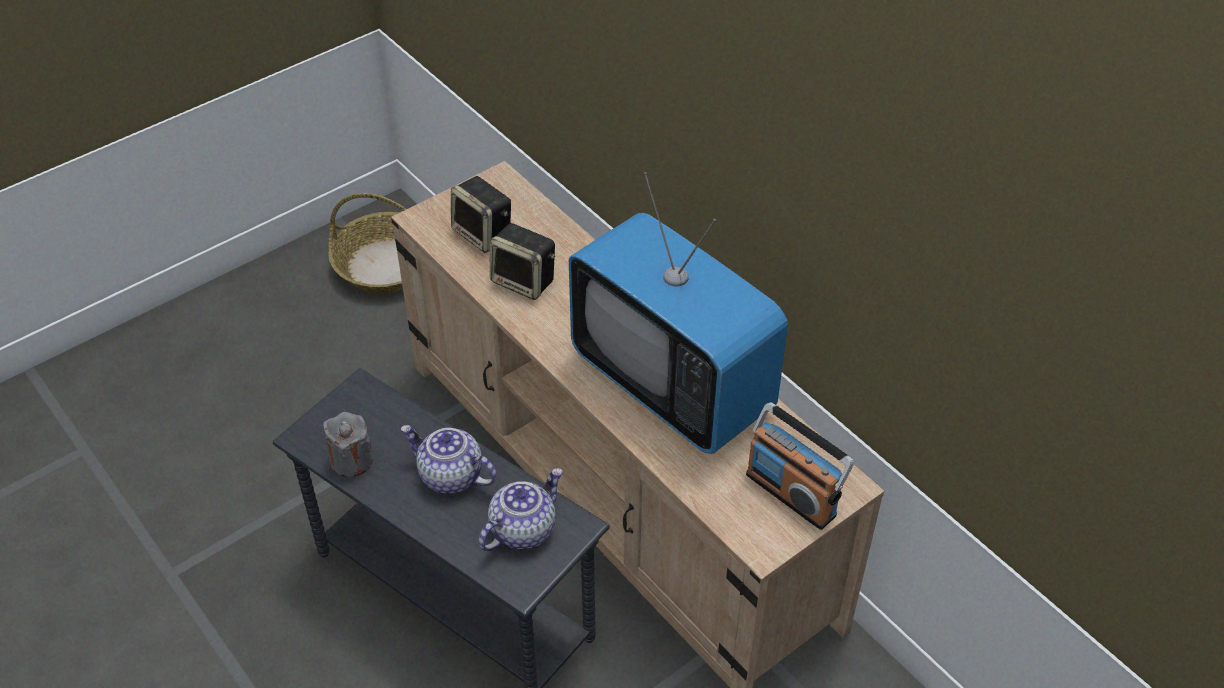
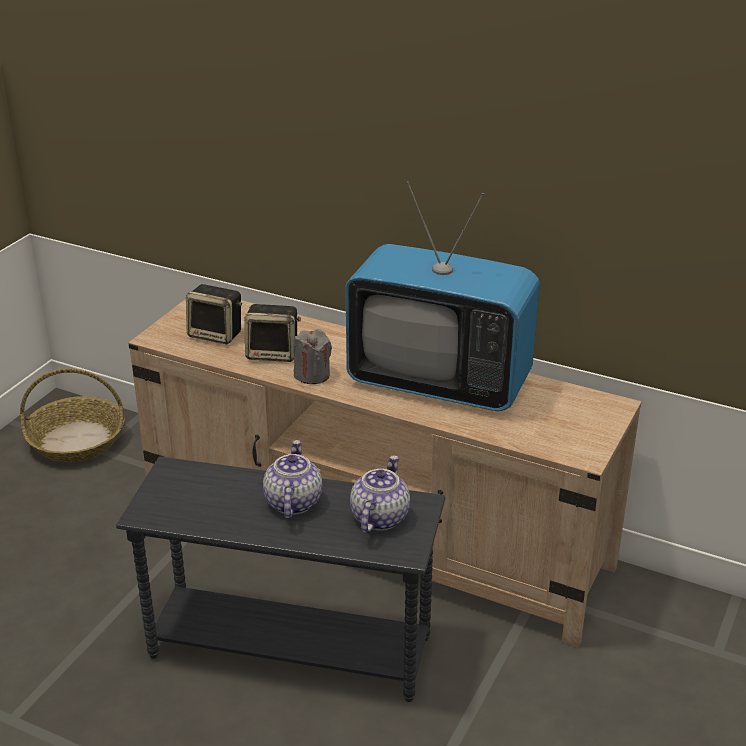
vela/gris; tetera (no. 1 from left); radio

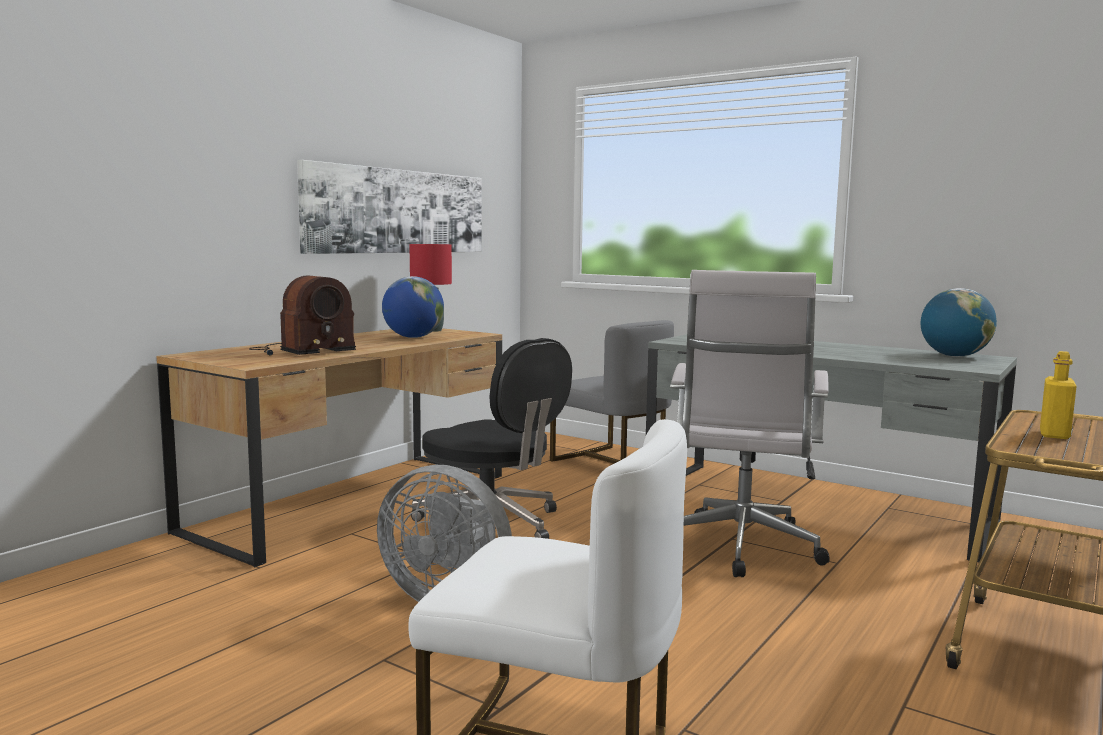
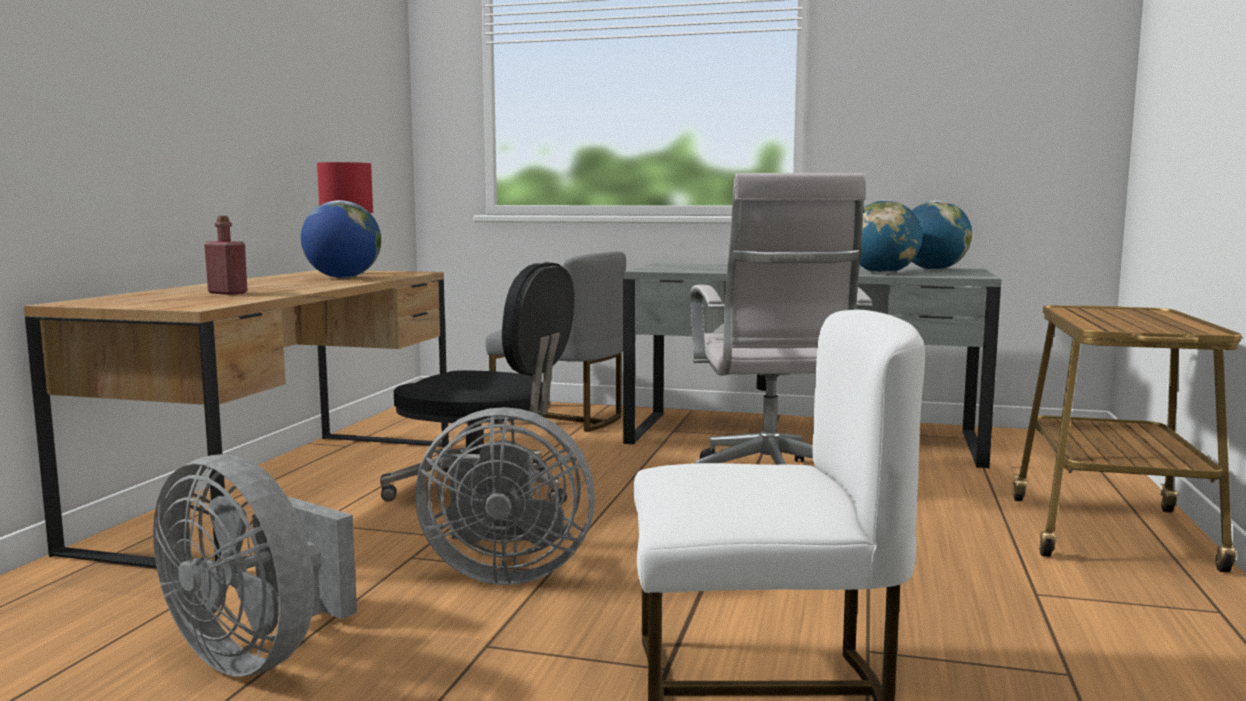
botella/rojo; cuadro; botella/amarillo; ventilador/gris (no. 1 from left); globo terráqueo (no. 2 from left)

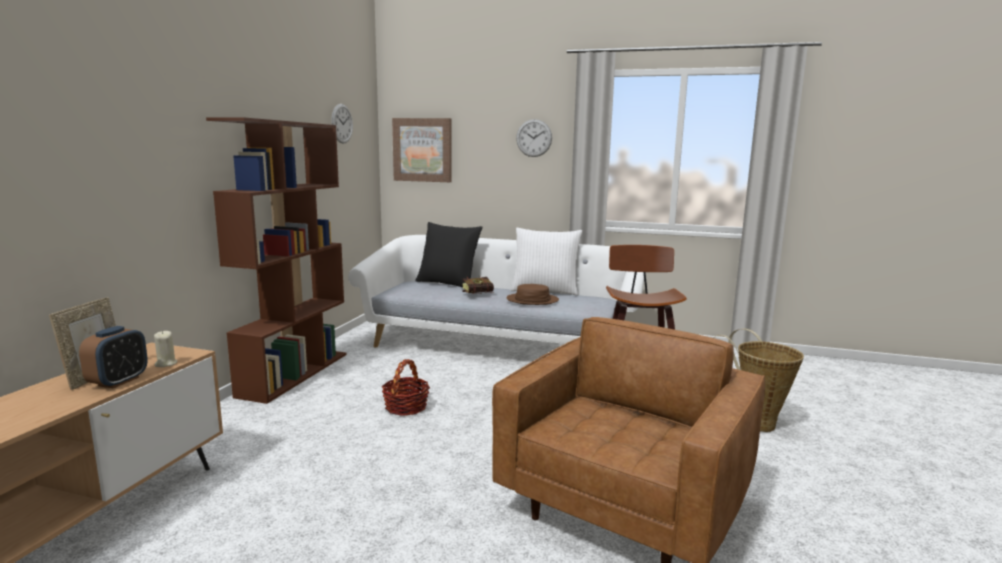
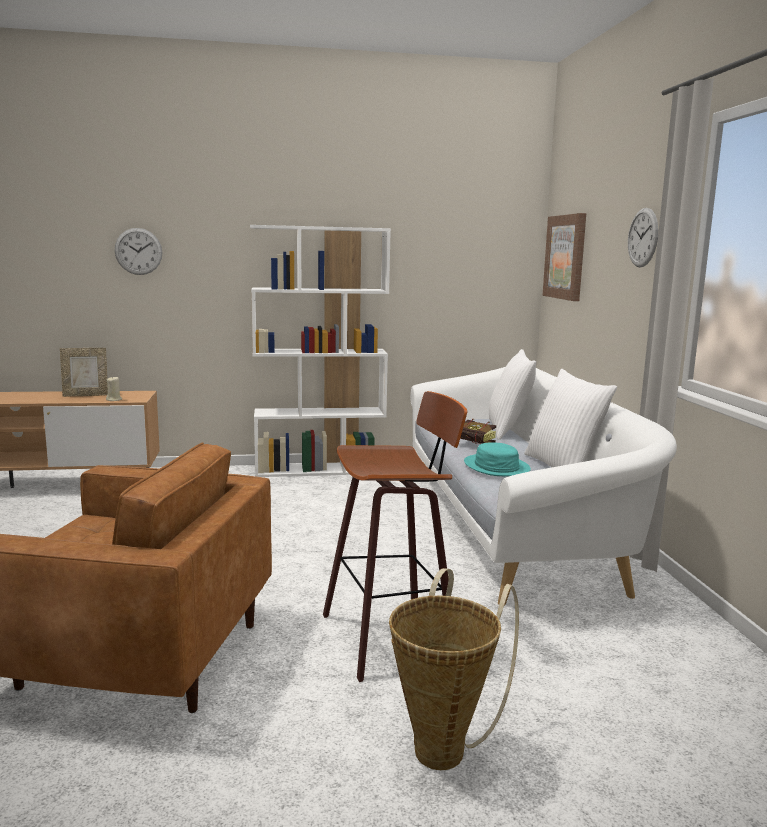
despertador; estantería/blanco; reloj de pared (no. 1 from left); cesta (no. 1 from left in the first image); cojín/blanco (no. 1 from left); sombrero/turquesa

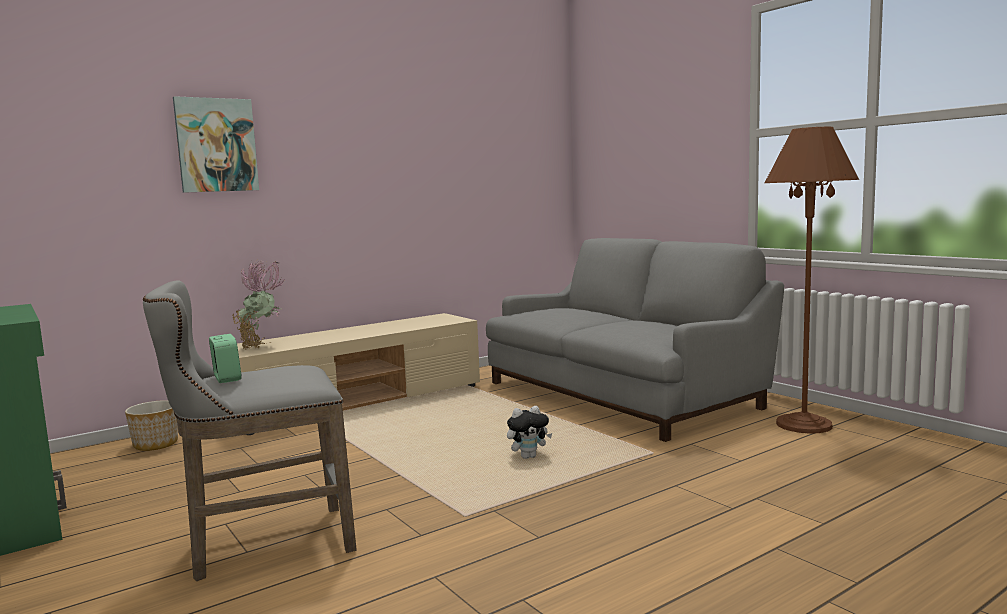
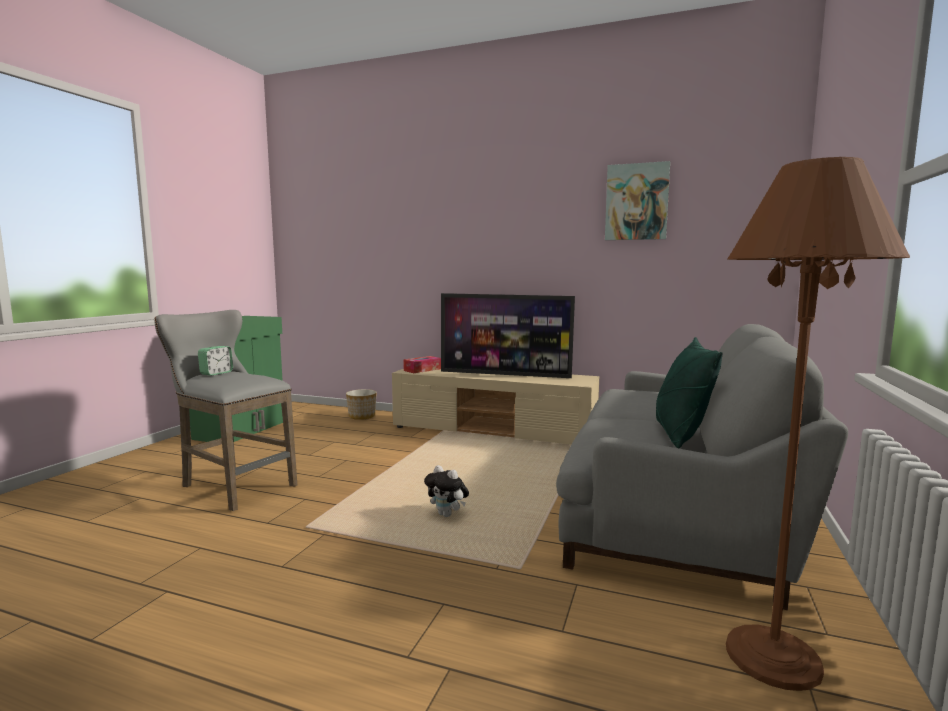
cuadro; caja de pañuelos; televisor; cojín/verde

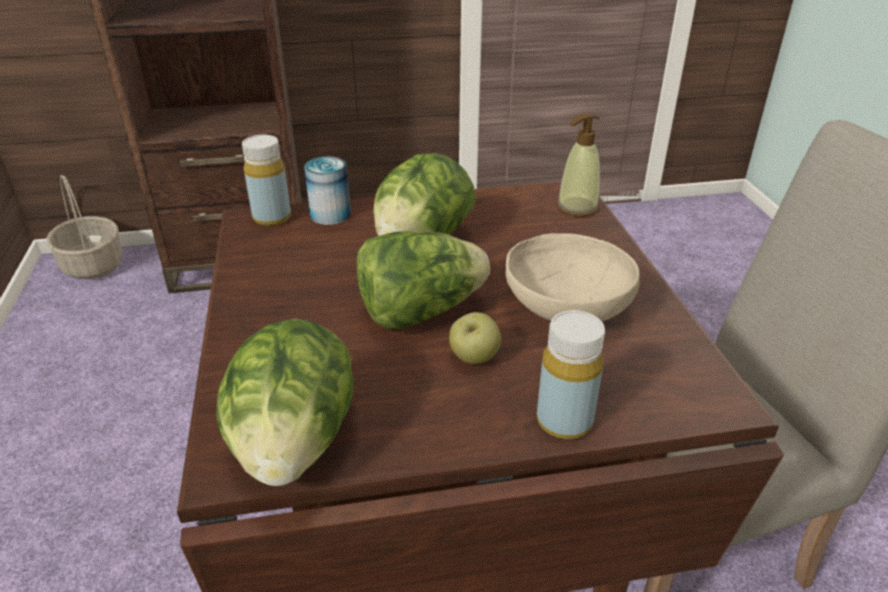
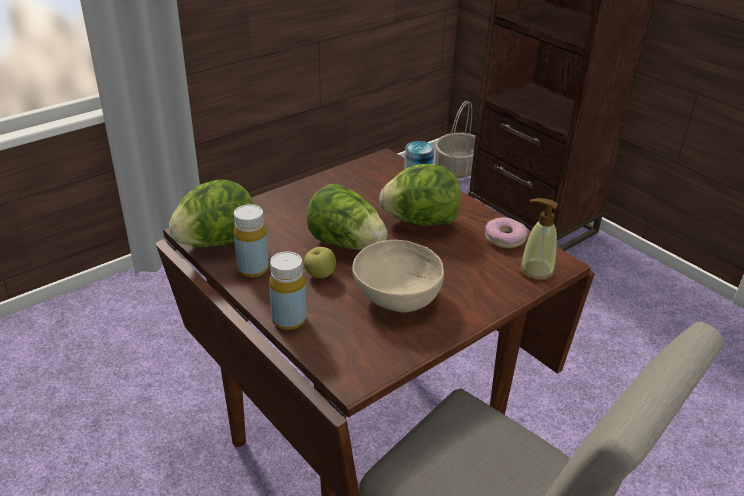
botella/amarillo (no. 1 from left); rosquilla

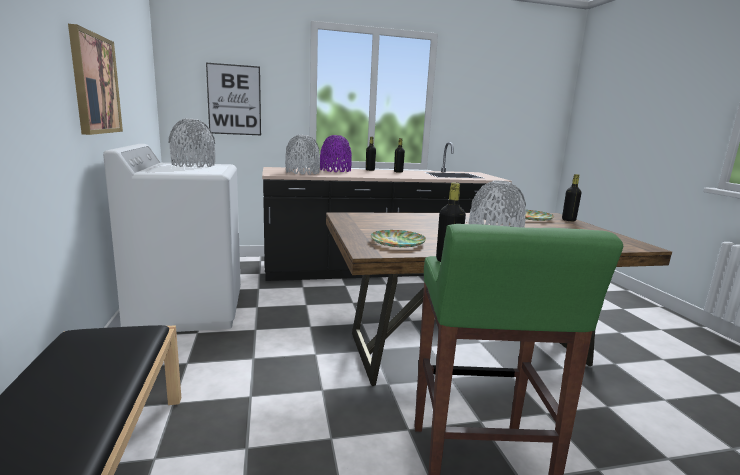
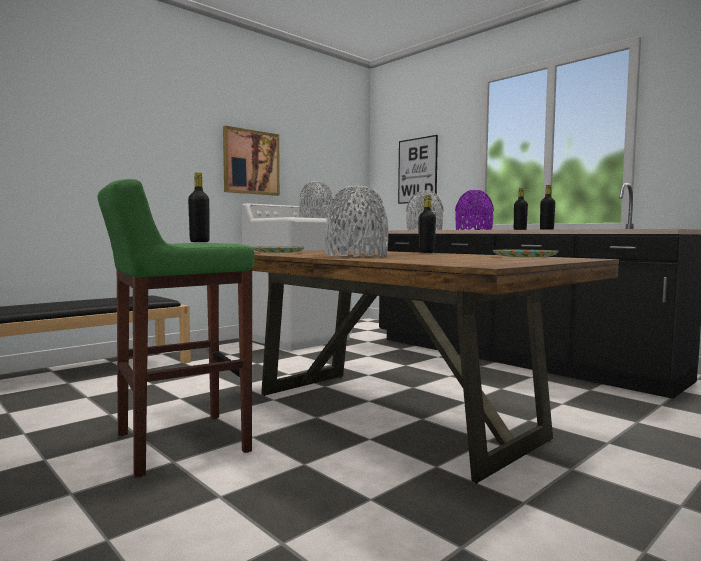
botella/negro (no. 2 from left)

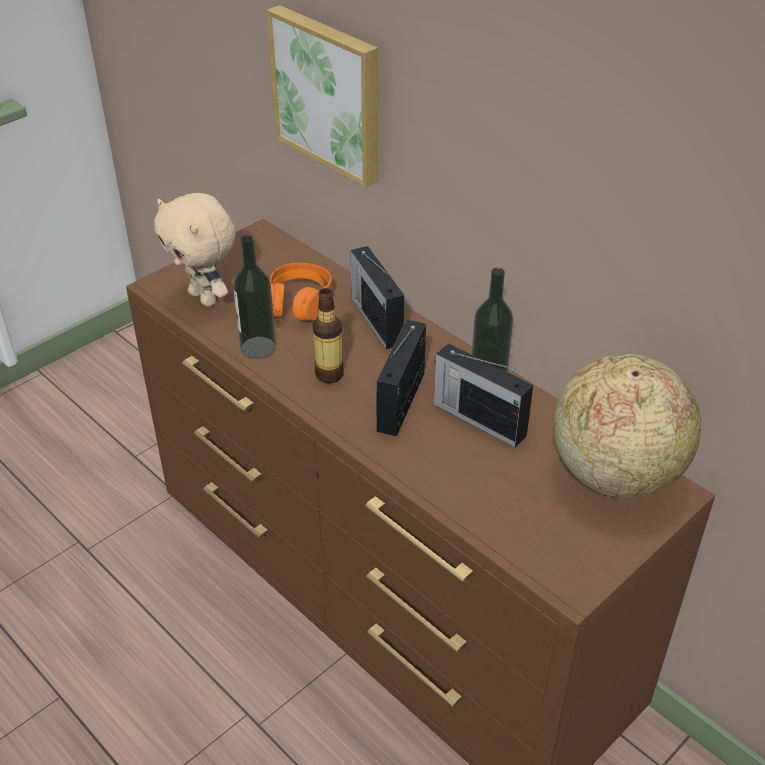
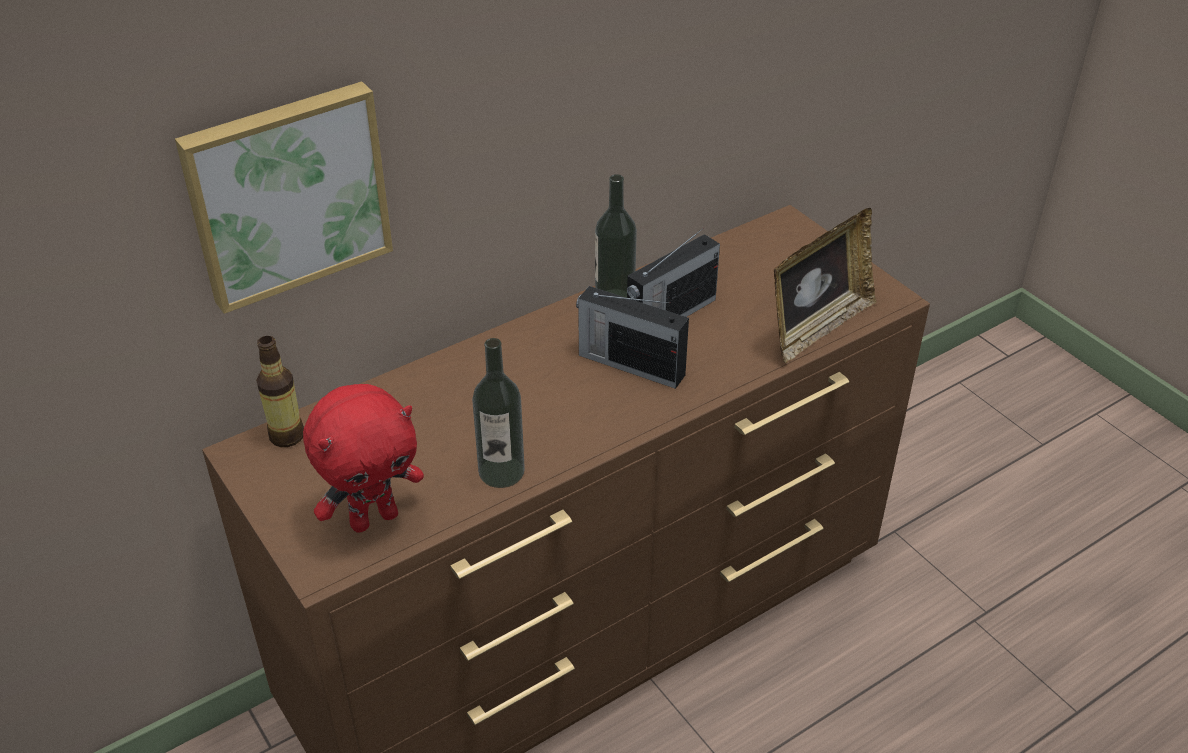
peluche/rojo; auriculares/naranja; botella (no. 1 from left); radio (no. 1 from left in the first image); globo terráqueo; portarretratos

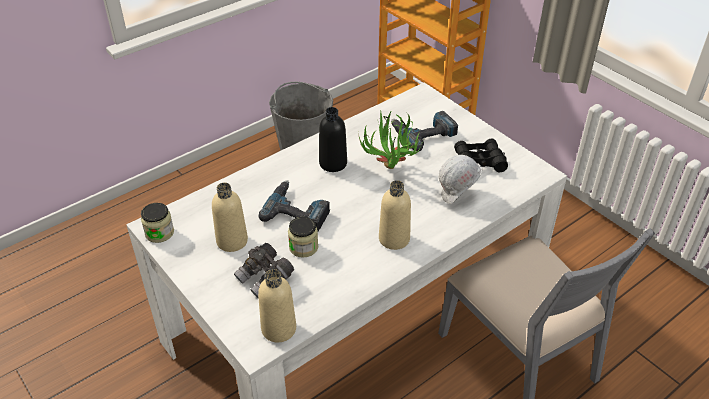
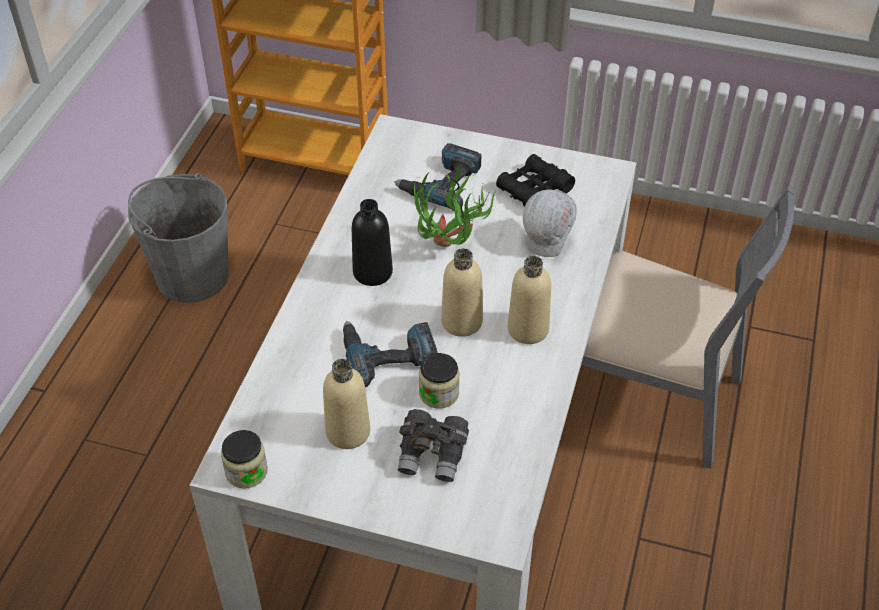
botella/beis (no. 2 from left)

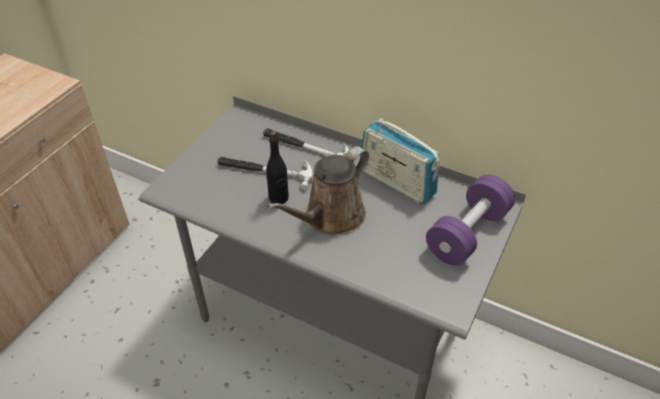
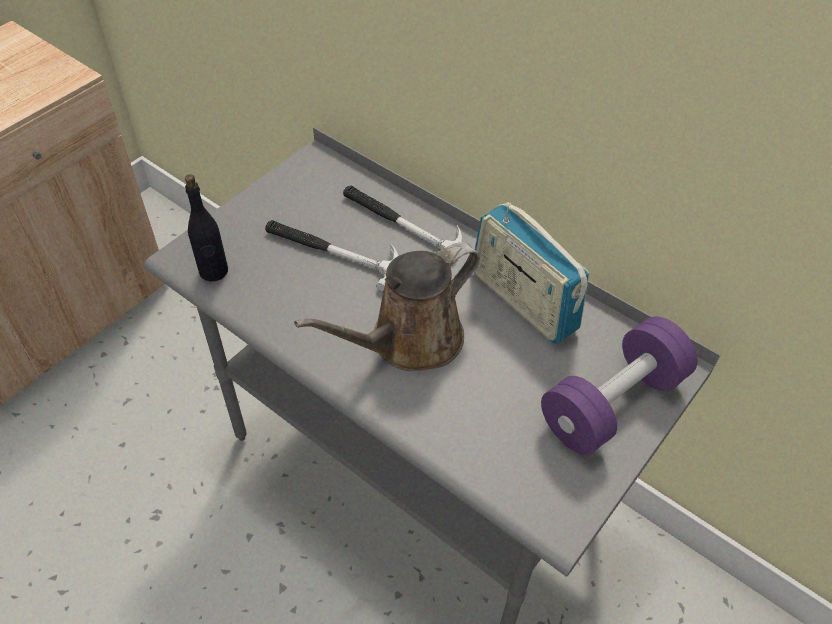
botella/negro

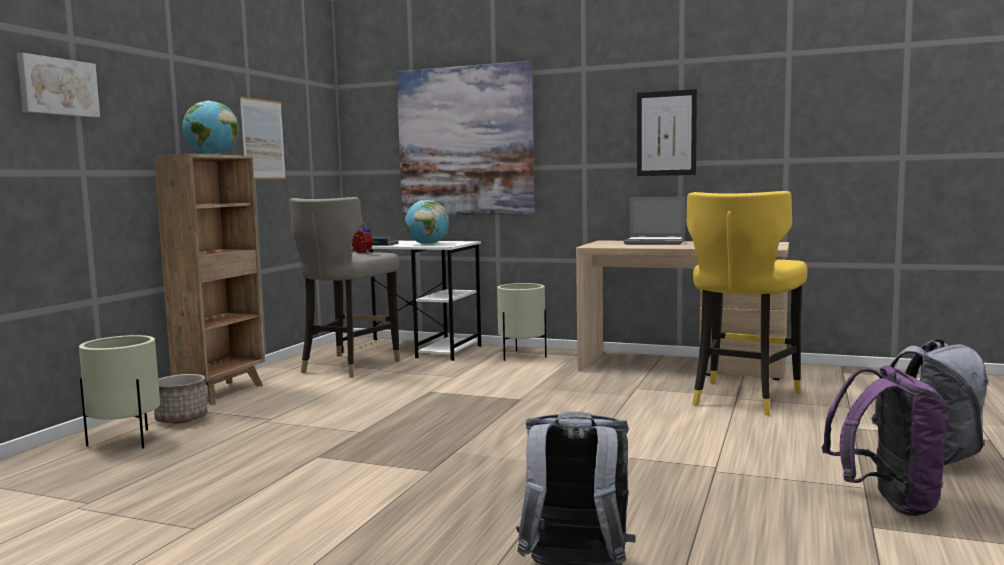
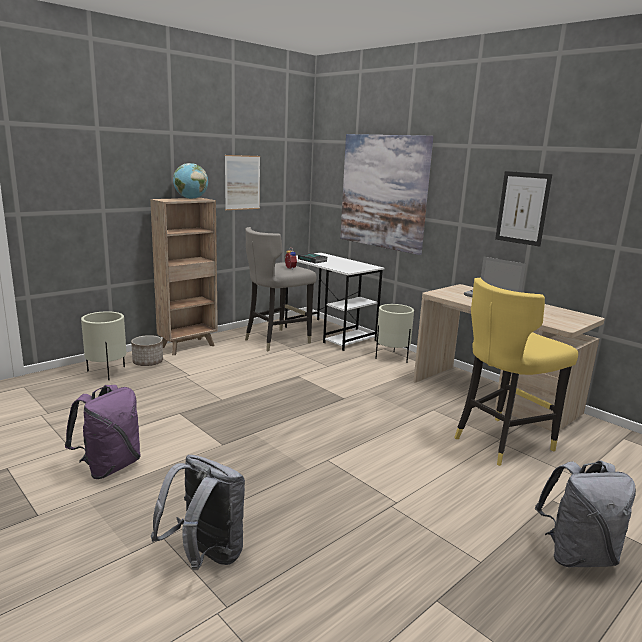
cuadro (no. 1 from left in the first image); globo terráqueo (no. 2 from left in the first image); mochila/morado

